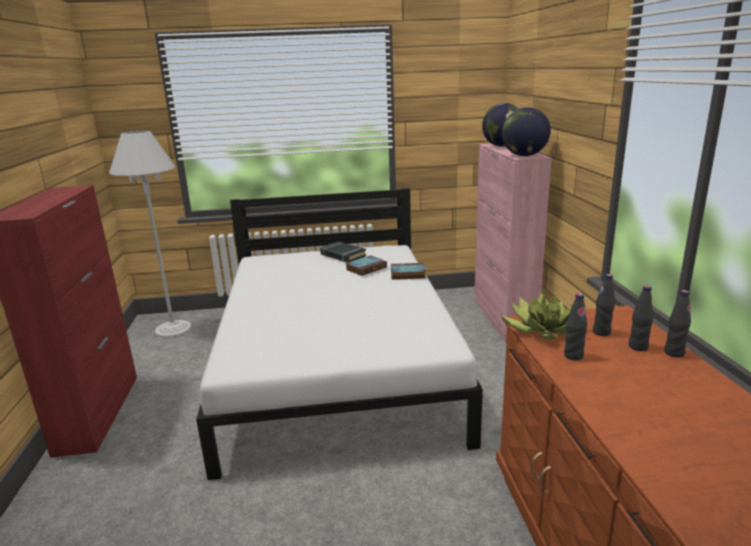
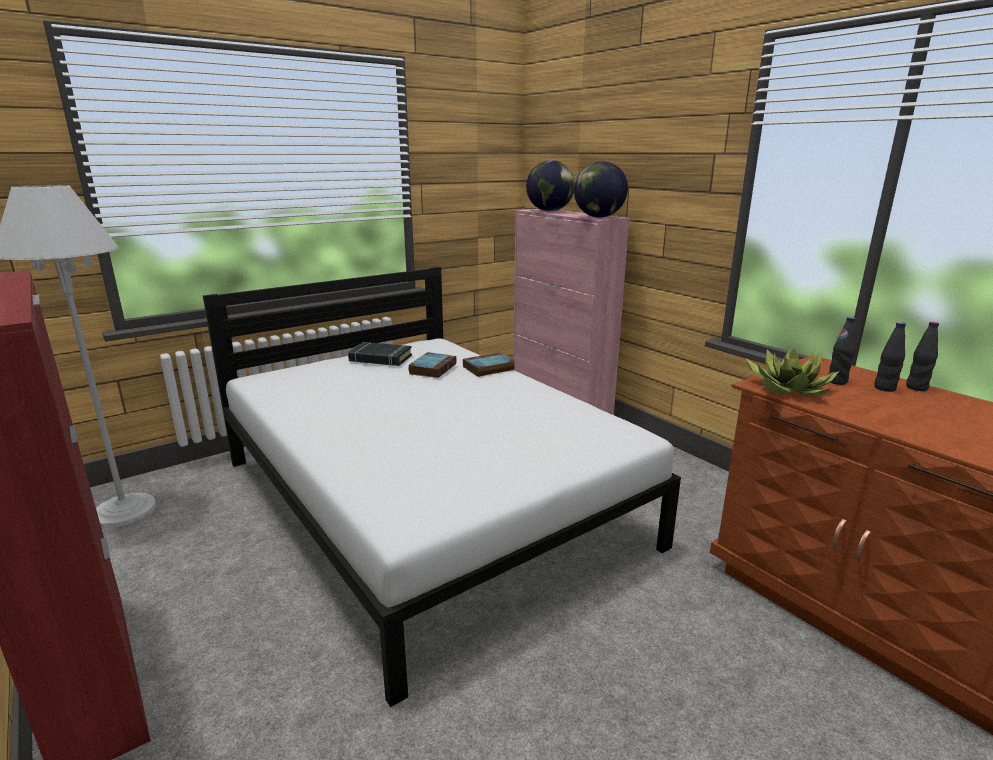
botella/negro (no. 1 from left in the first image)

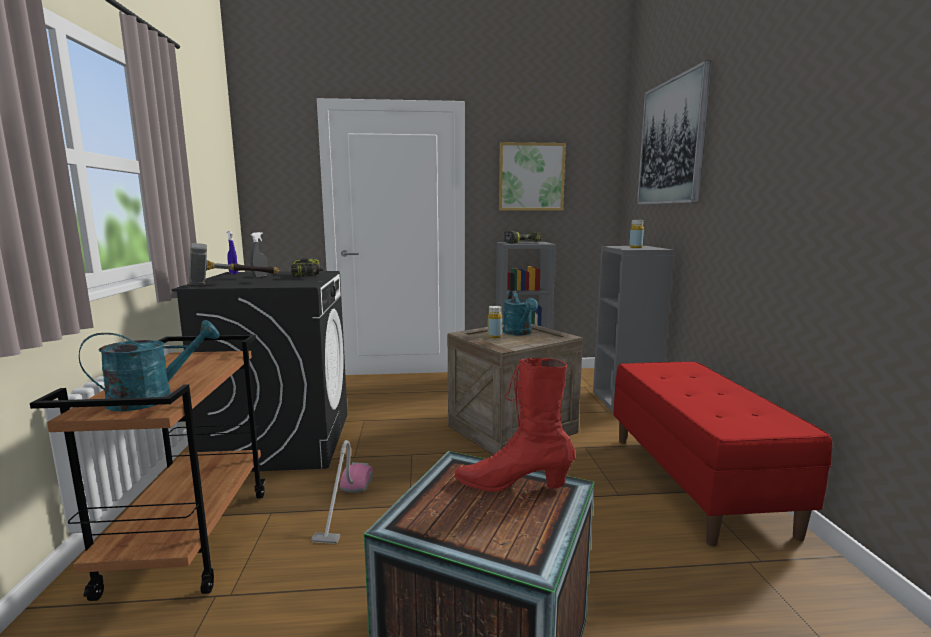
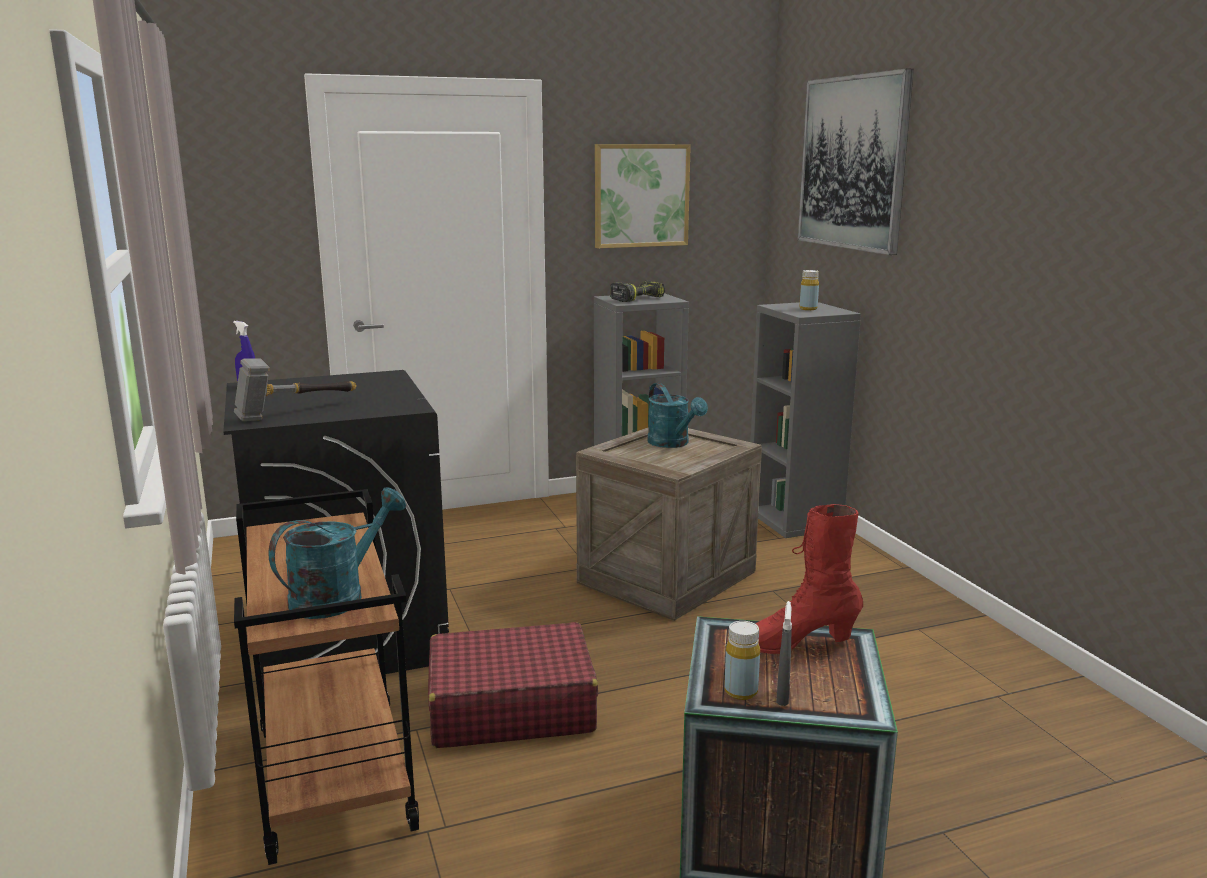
pulverizador/gris; taladro (no. 1 from left in the first image); maleta/rojo; botella/amarillo (no. 1 from left); banco/rojo

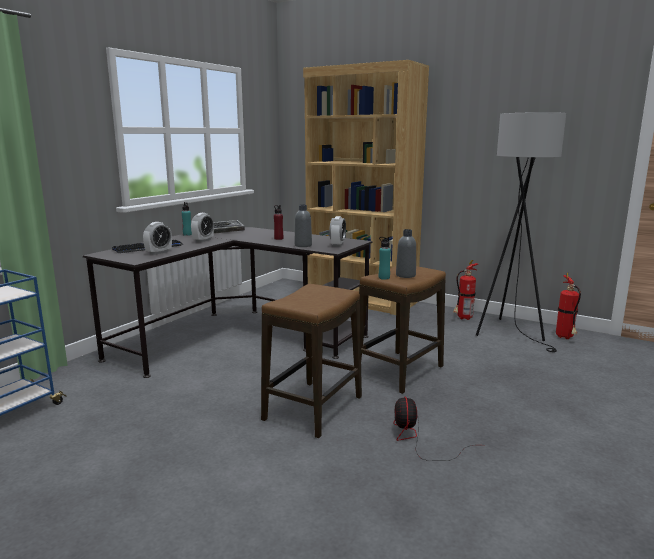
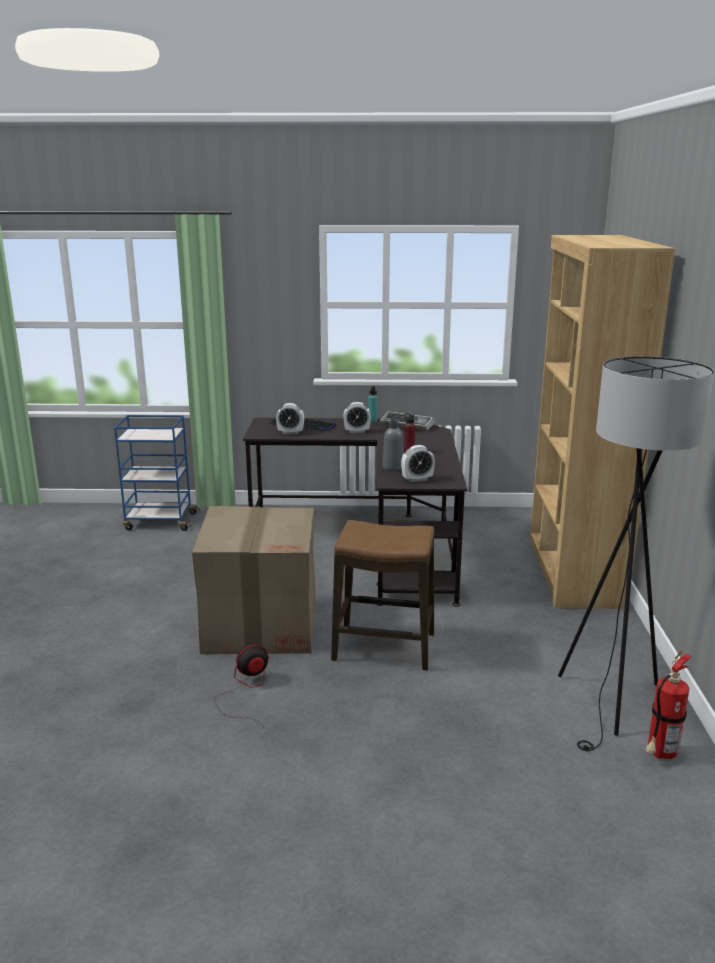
caja de cartón; botella/turquesa (no. 2 from left in the first image); botella/gris (no. 2 from left in the first image); extintor (no. 1 from left in the first image)

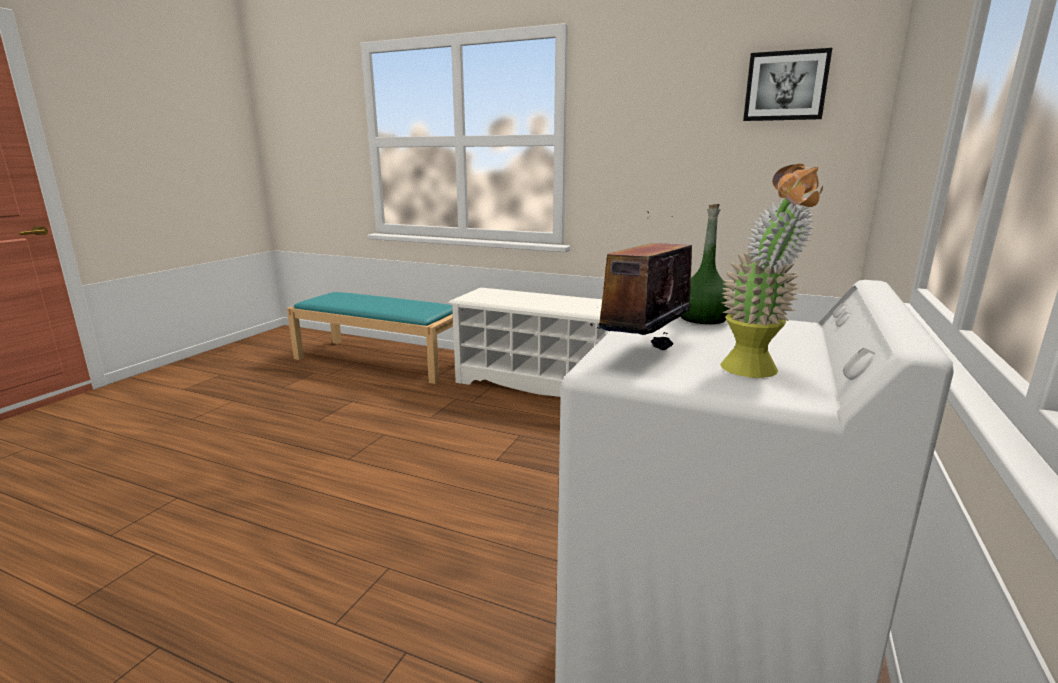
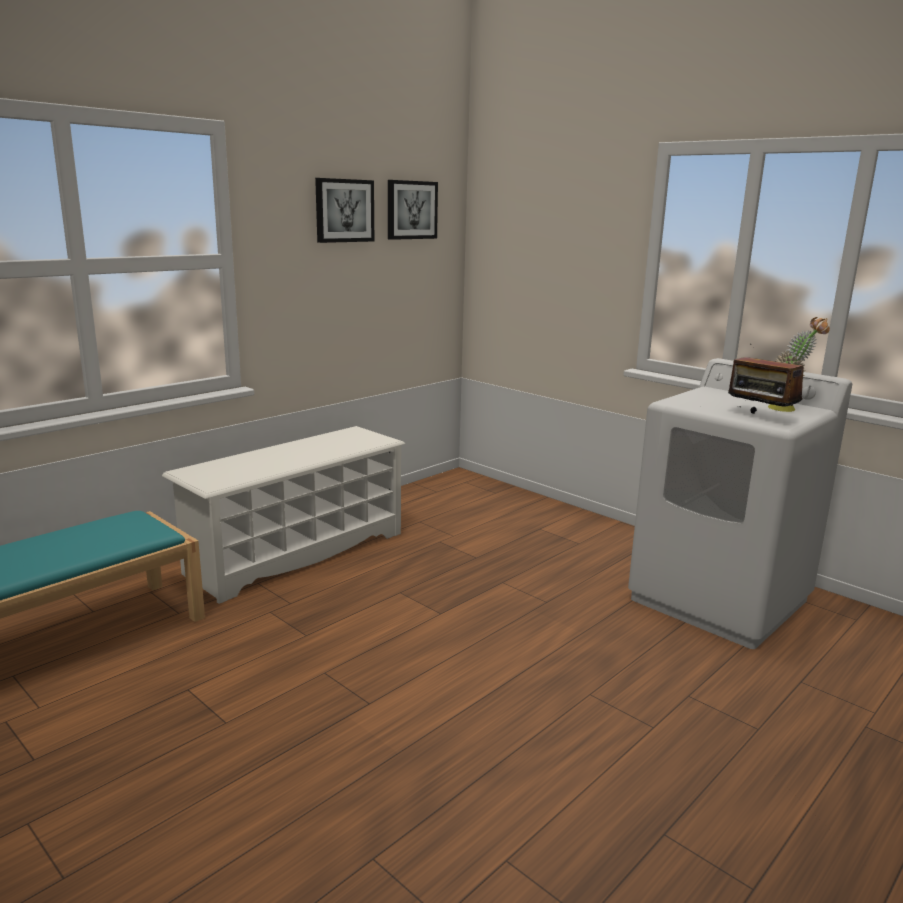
botella/verde; cuadro (no. 1 from left)

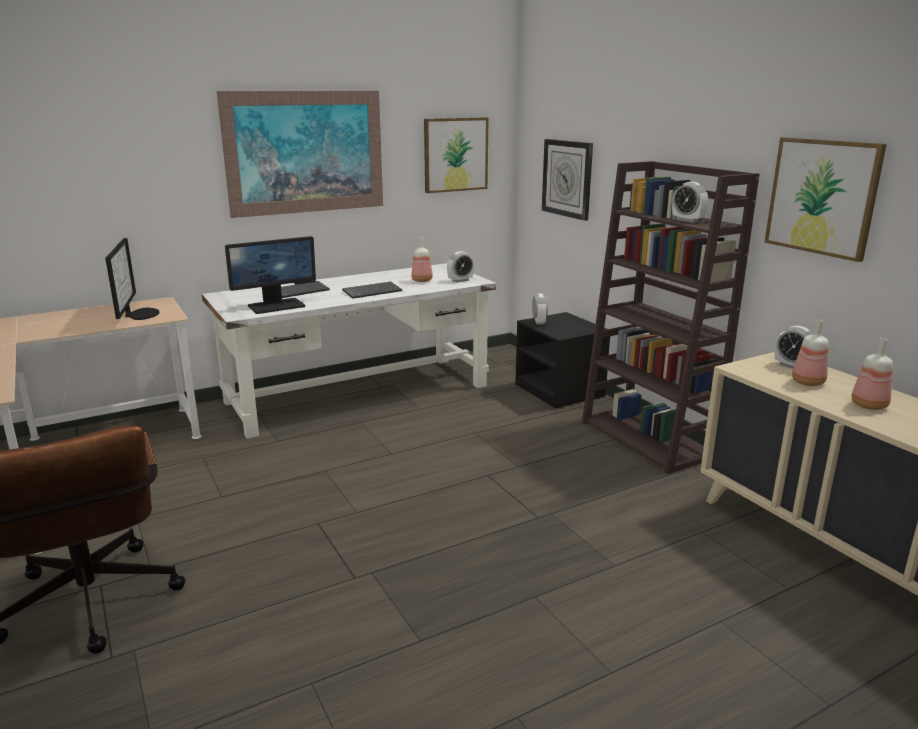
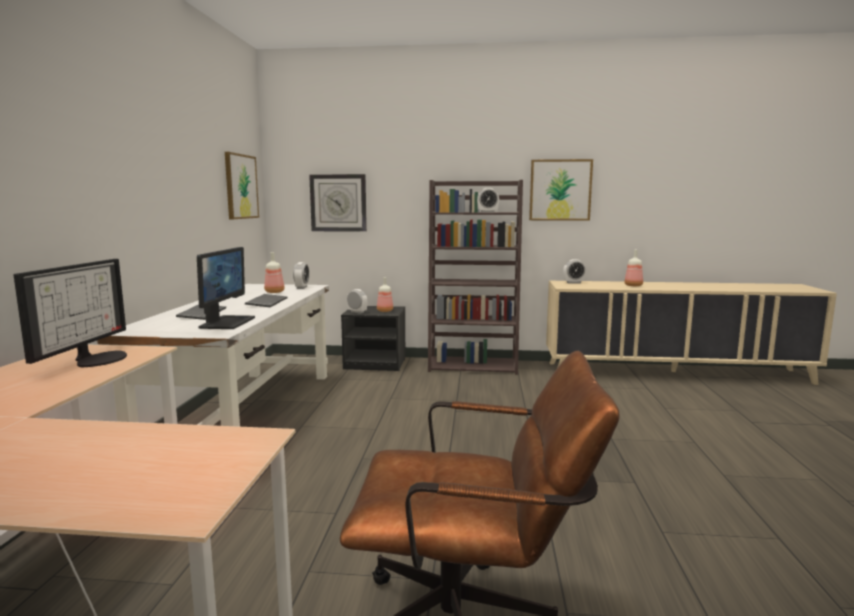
monitor (no. 1 from left); cuadro (no. 1 from left in the first image); botella (no. 2 from left)

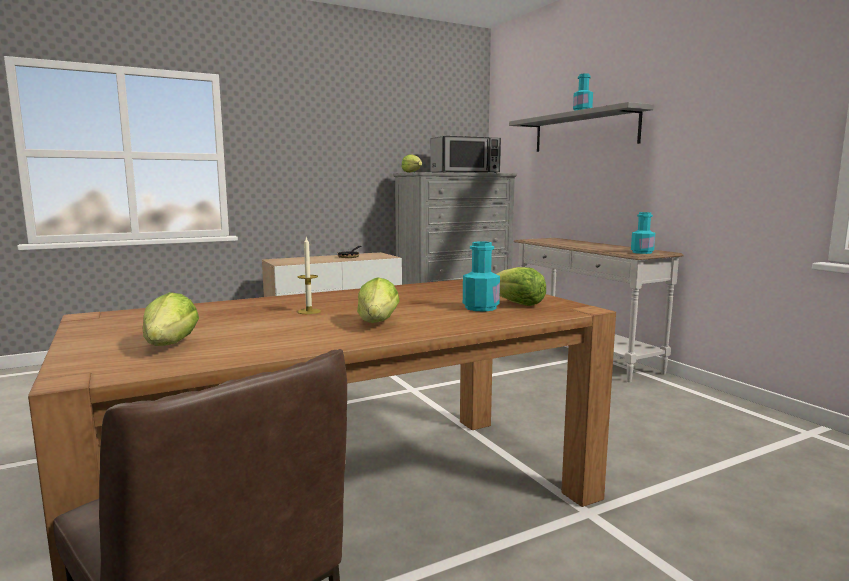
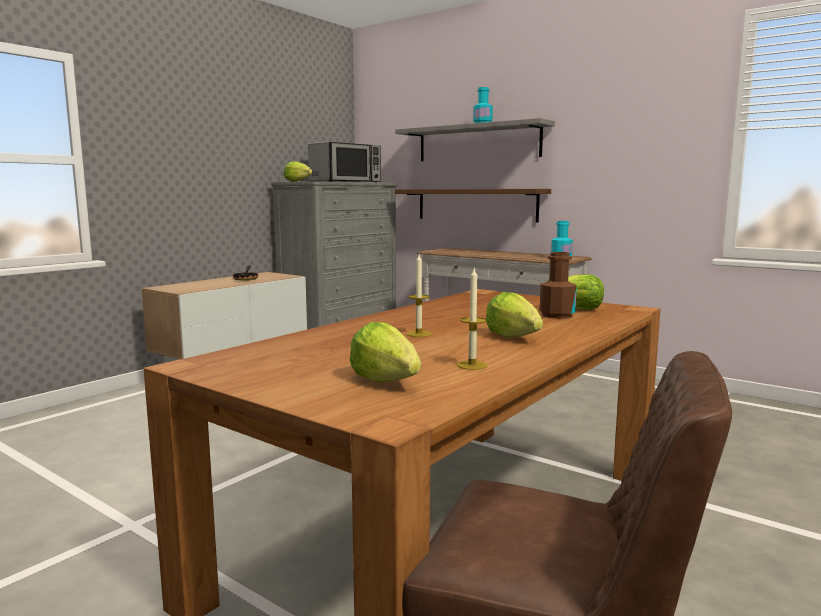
botella/marrón; estante/marrón; vela (no. 2 from left)

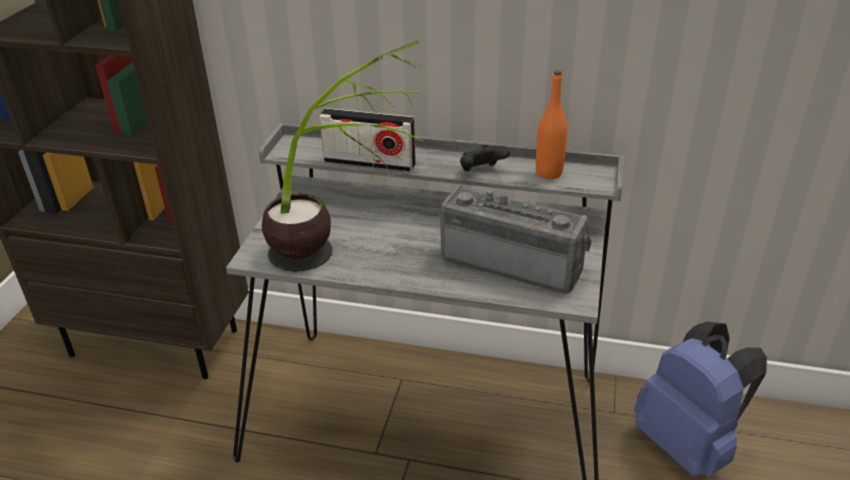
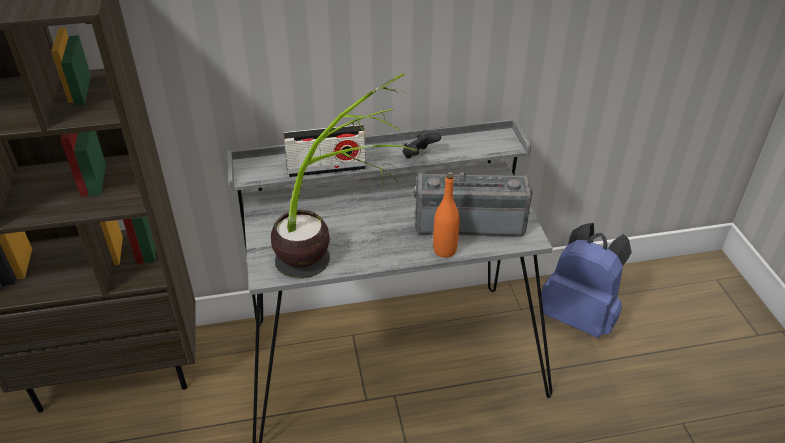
botella/naranja

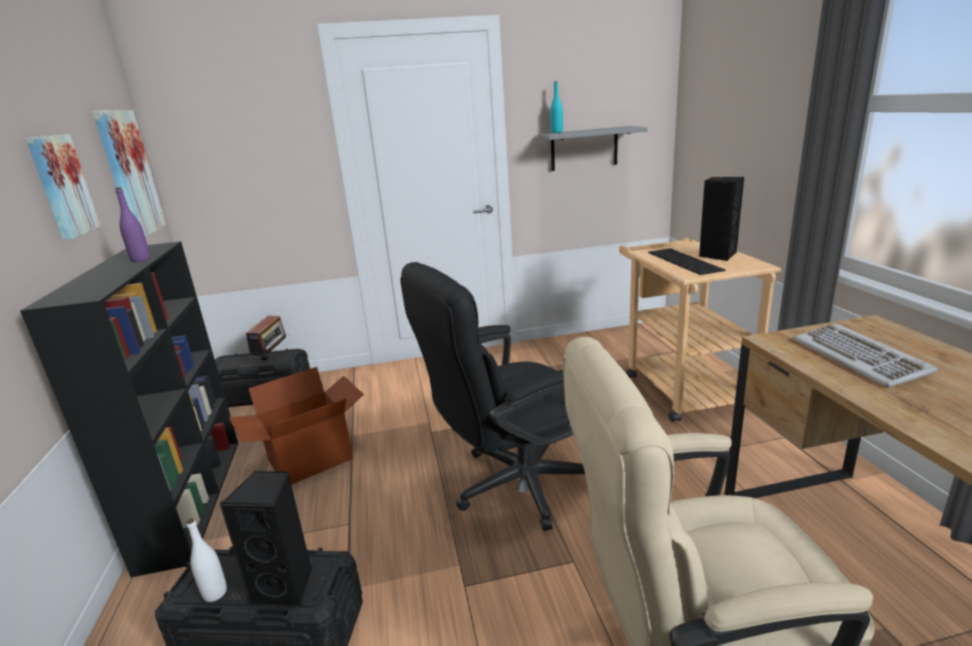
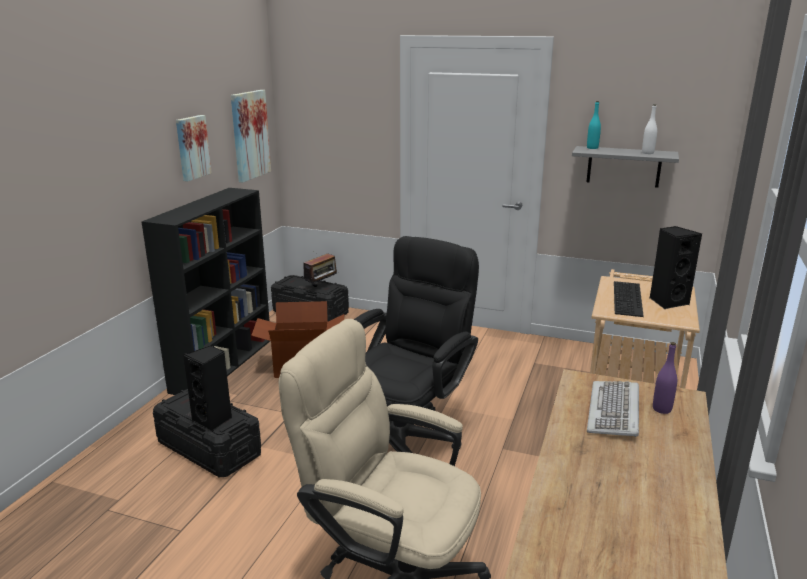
botella/morado; botella/blanco; silla de oficina/negro

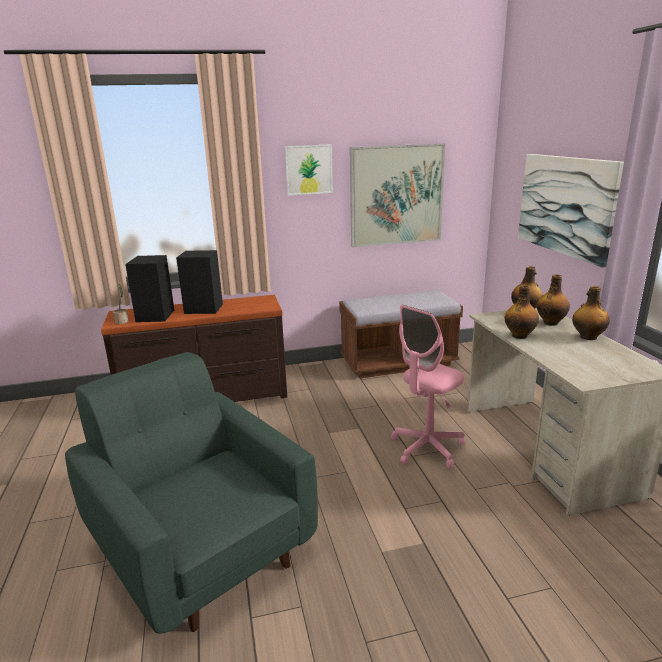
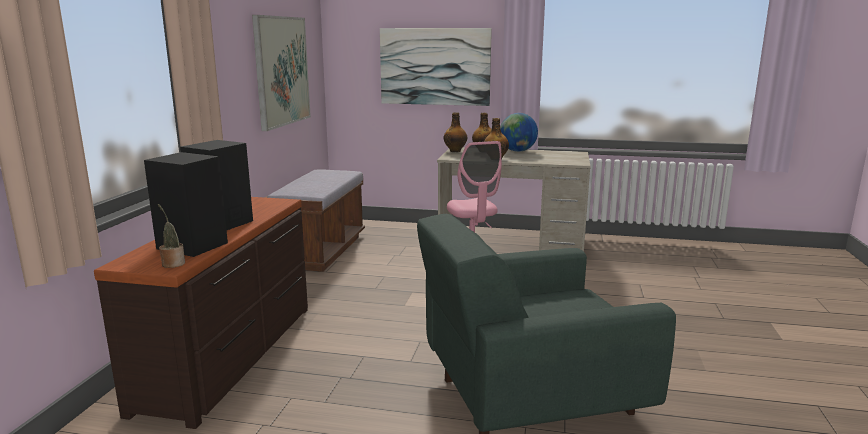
cuadro (no. 1 from left in the first image); globo terráqueo

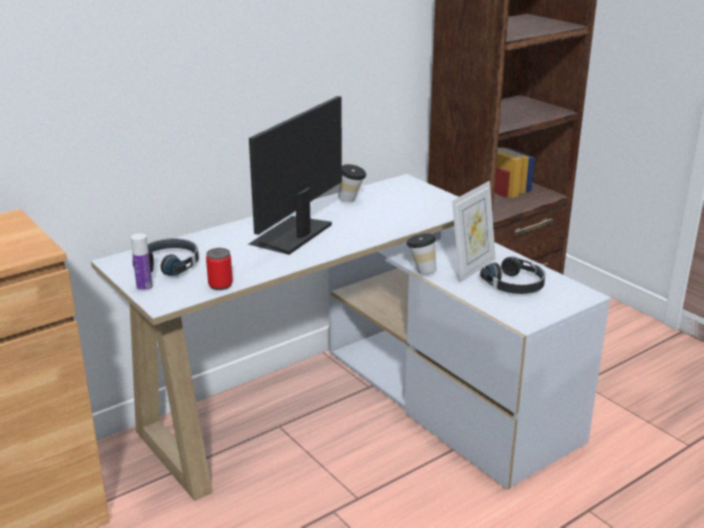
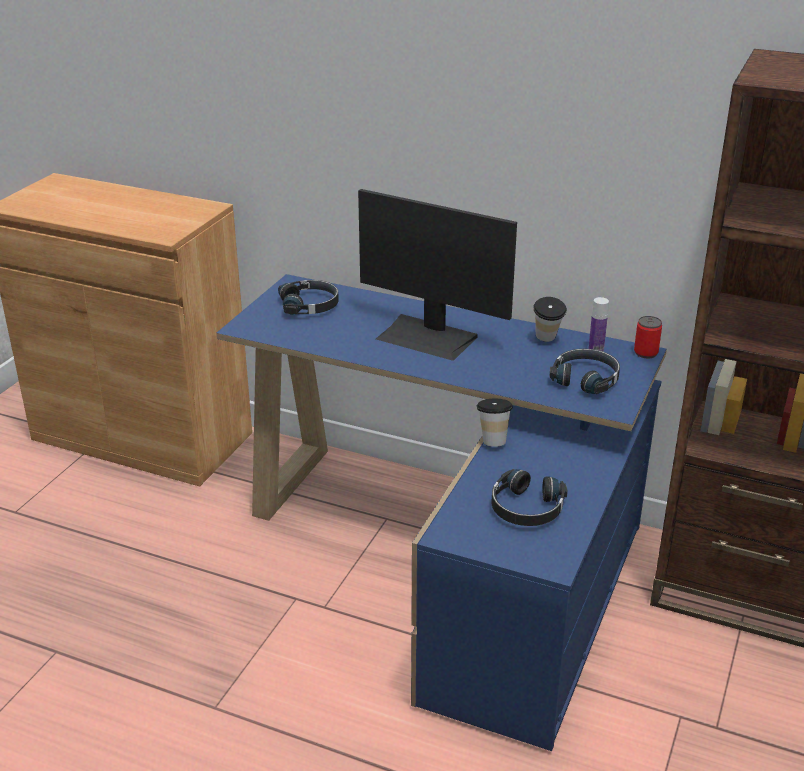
escritorio/azul; botella; lata; monitor; portarretratos; auriculares/negro (no. 3 from left)

